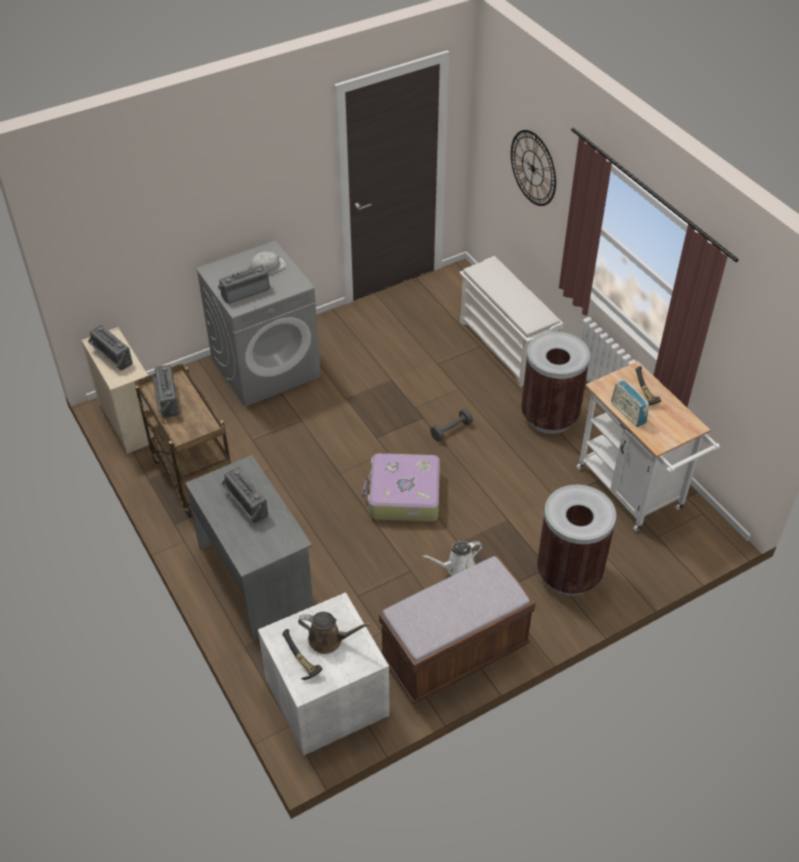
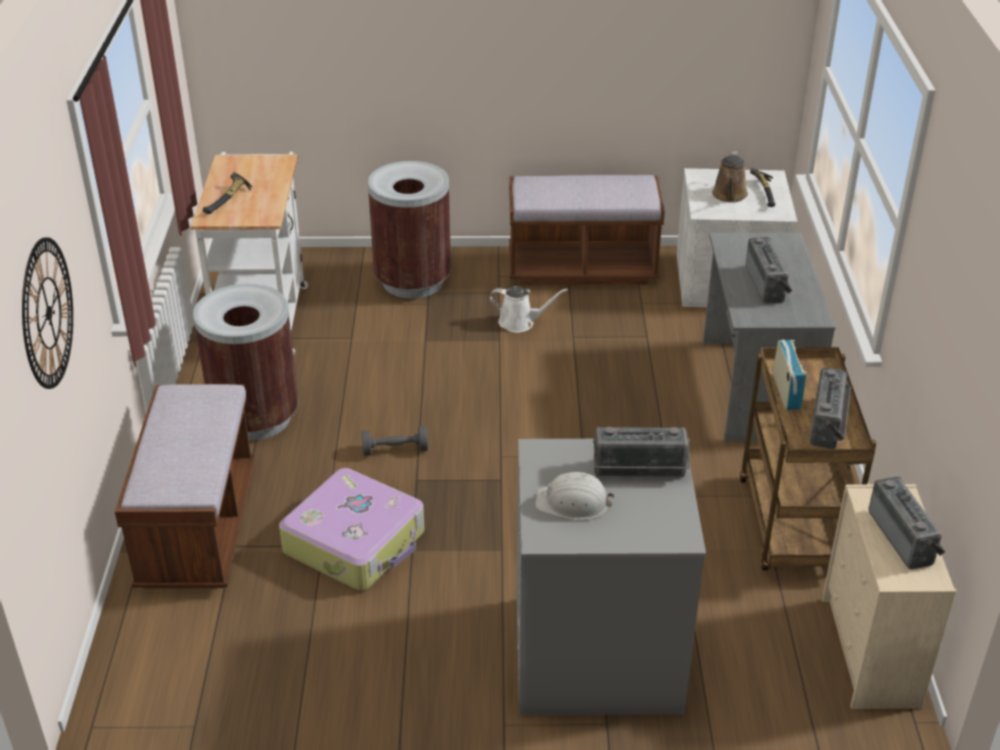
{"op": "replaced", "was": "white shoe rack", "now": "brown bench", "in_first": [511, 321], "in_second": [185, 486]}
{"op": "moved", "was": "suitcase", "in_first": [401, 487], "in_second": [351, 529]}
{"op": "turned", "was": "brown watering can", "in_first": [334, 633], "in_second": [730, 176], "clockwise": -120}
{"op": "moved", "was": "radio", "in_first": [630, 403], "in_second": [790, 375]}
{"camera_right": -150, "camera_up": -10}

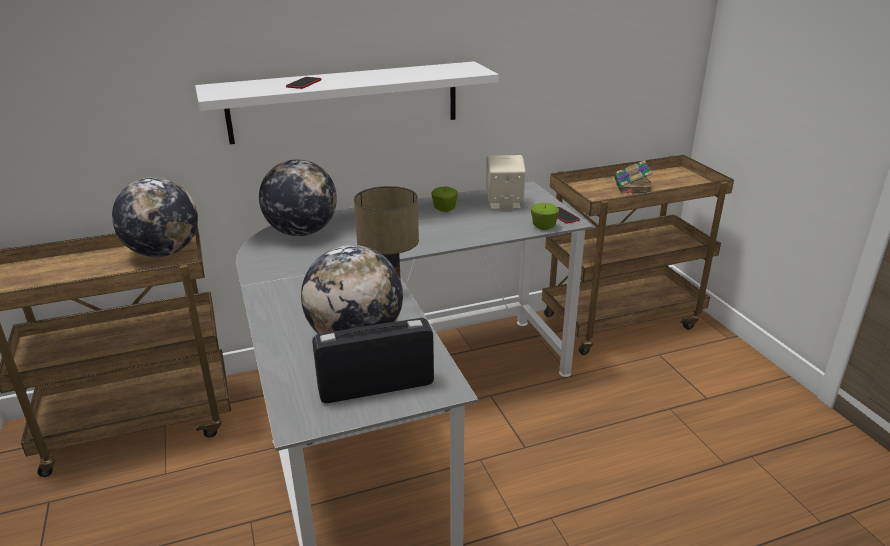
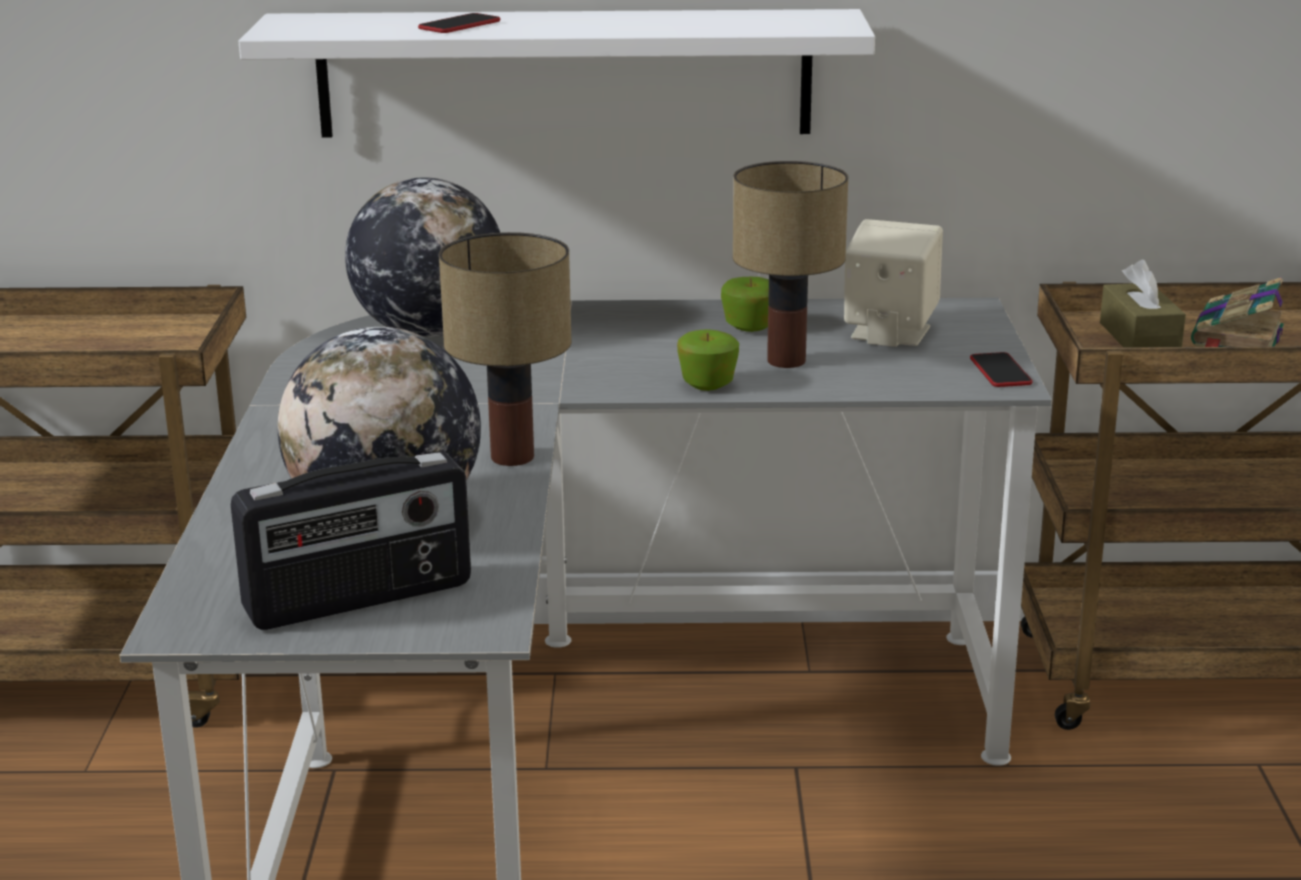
{"op": "turned", "was": "radio", "in_first": [373, 360], "in_second": [351, 540], "clockwise": 150}
{"op": "moved", "was": "apple", "in_first": [545, 216], "in_second": [708, 360]}
{"op": "added", "now": "table lamp", "in_second": [790, 264]}
{"op": "added", "now": "brown tissue box", "in_second": [1143, 304]}
{"op": "removed", "was": "globe", "in_first": [155, 217]}
{"camera_right": 20, "camera_up": -5}

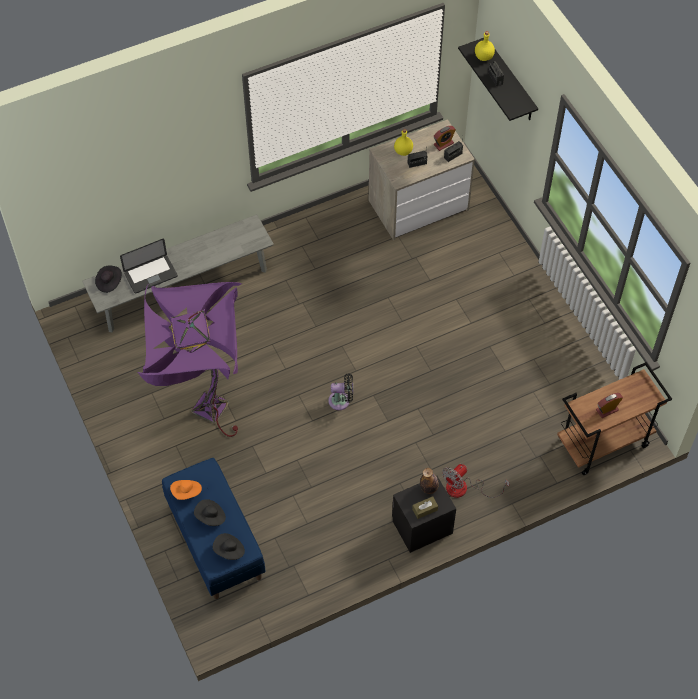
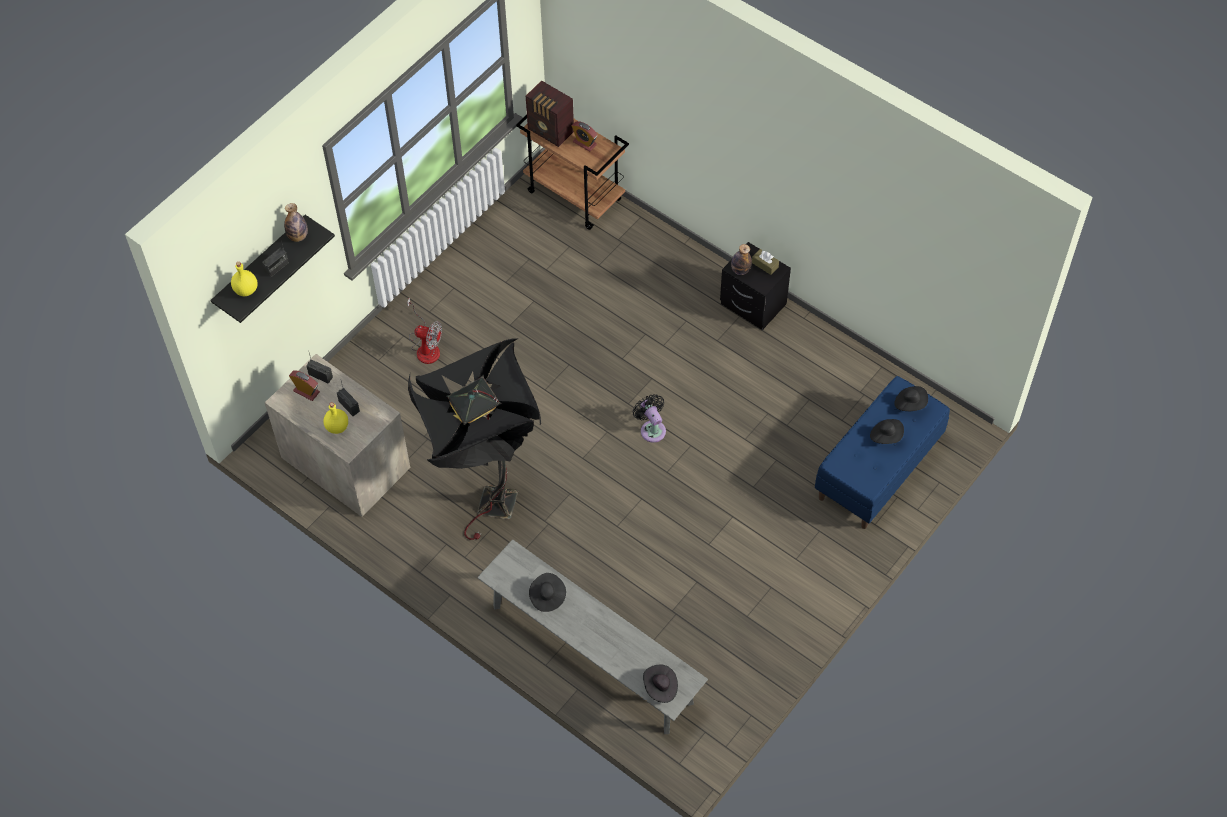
{"op": "added", "now": "bottle", "in_second": [296, 222]}
{"op": "moved", "was": "fan", "in_first": [476, 481], "in_second": [424, 330]}
{"op": "added", "now": "black floor lamp", "in_second": [474, 439]}
{"op": "added", "now": "radio", "in_second": [550, 113]}
{"op": "added", "now": "black hat", "in_second": [547, 592]}
{"op": "removed", "was": "laptop", "in_first": [149, 266]}
{"op": "removed", "was": "purple floor lamp", "in_first": [190, 359]}
{"op": "removed", "was": "orange hat", "in_first": [186, 490]}
{"camera_right": -115, "camera_up": 0}

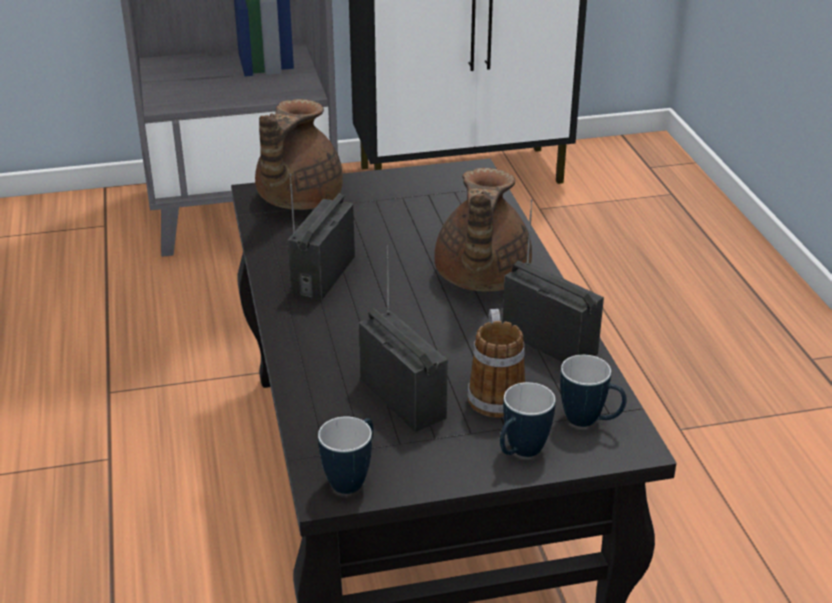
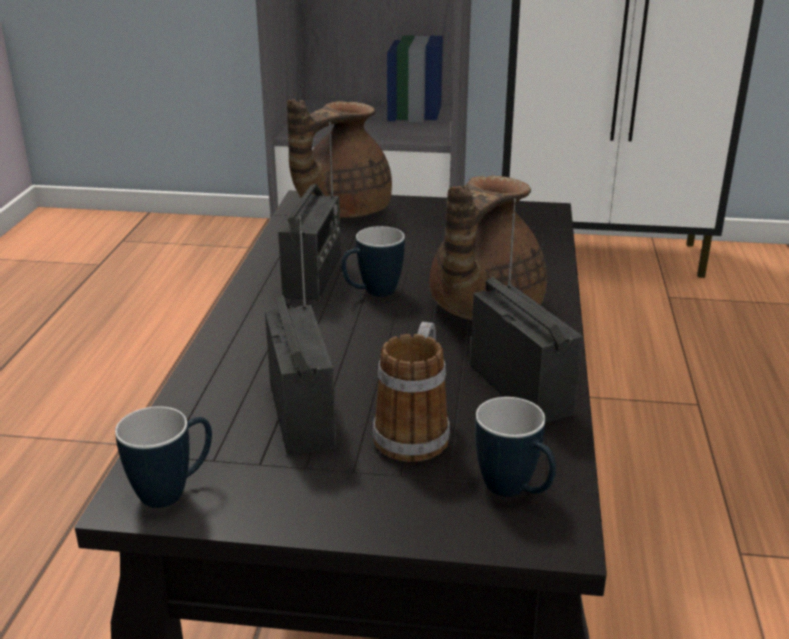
{"op": "turned", "was": "radio", "in_first": [321, 237], "in_second": [309, 211], "clockwise": 150}
{"op": "moved", "was": "mug", "in_first": [527, 419], "in_second": [373, 261]}
{"camera_right": 20, "camera_up": -5}

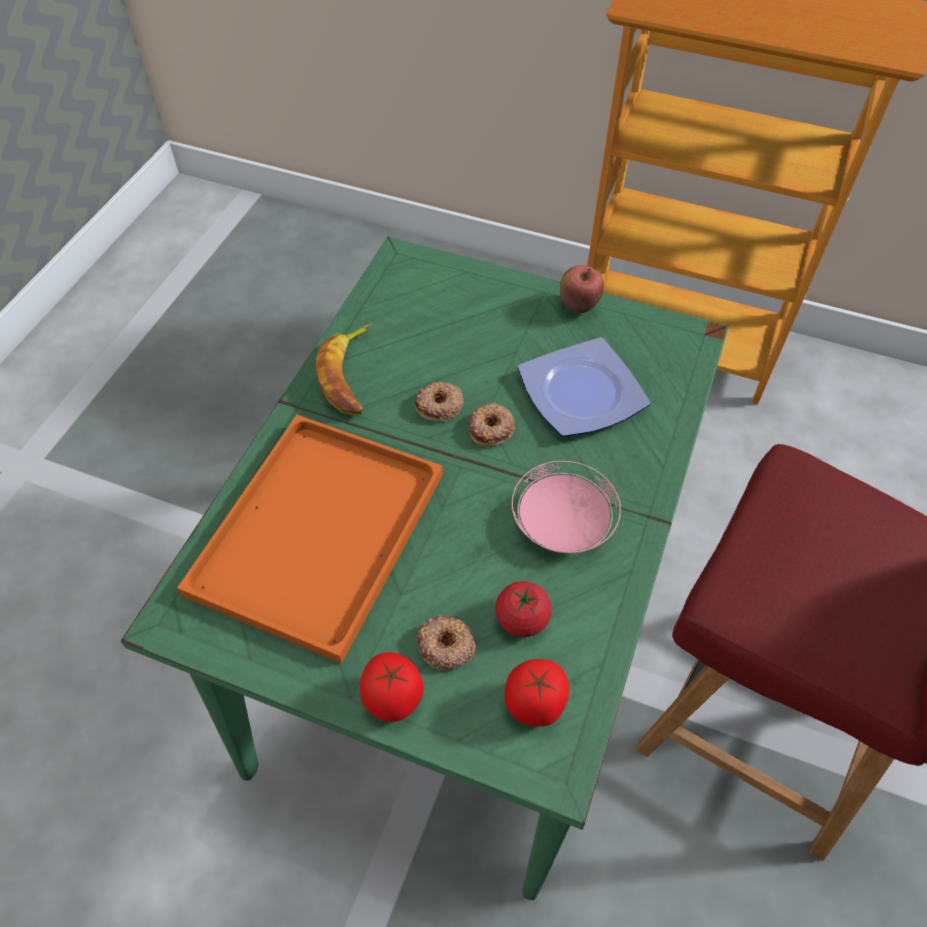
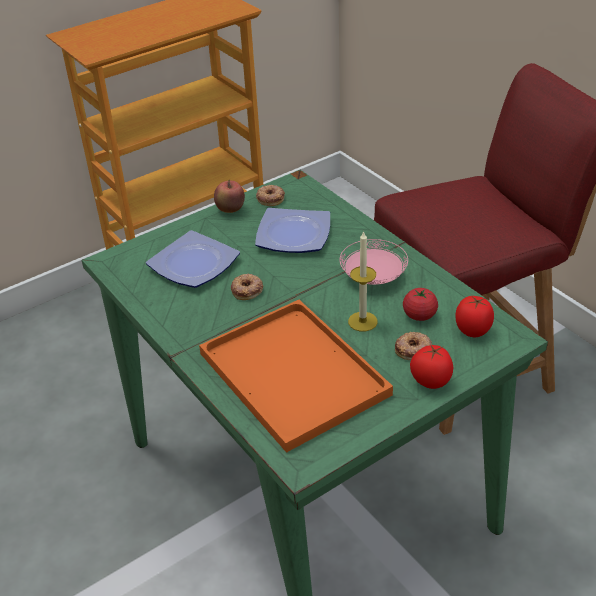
{"op": "added", "now": "plate", "in_second": [193, 259]}
{"op": "moved", "was": "donut", "in_first": [491, 425], "in_second": [270, 195]}
{"op": "added", "now": "candle", "in_second": [363, 281]}
{"op": "removed", "was": "banana", "in_first": [344, 369]}
{"camera_right": -55, "camera_up": -15}

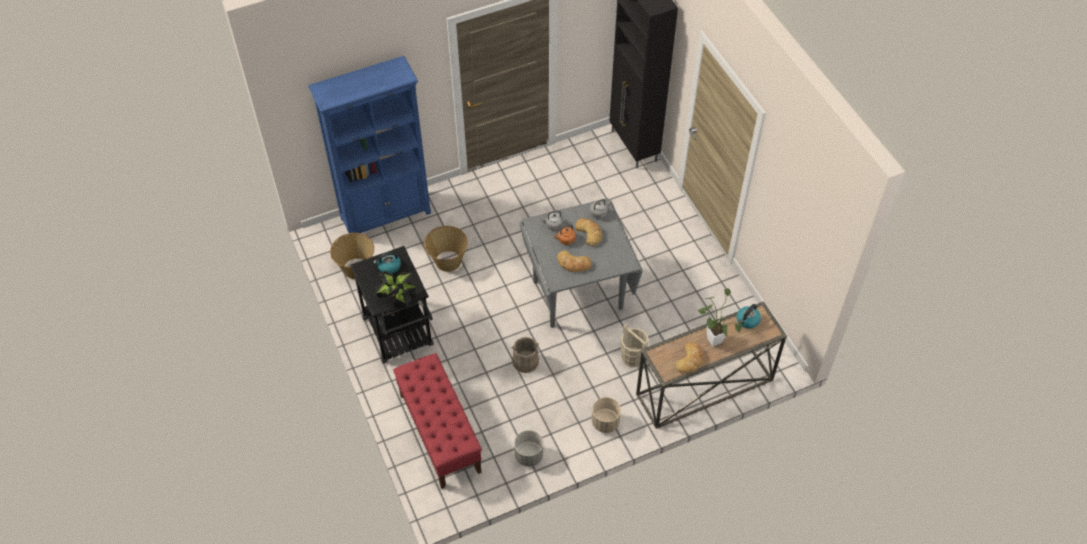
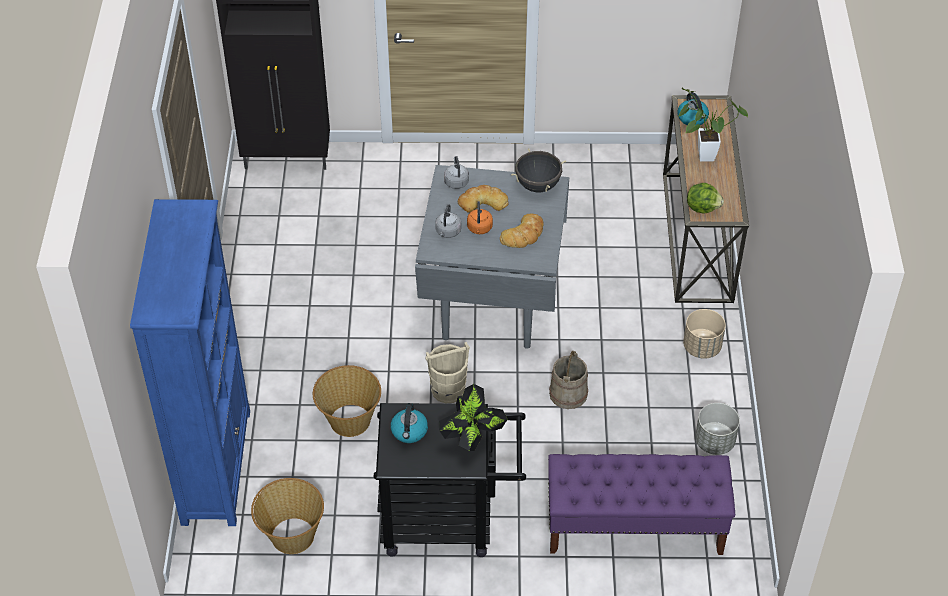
{"op": "moved", "was": "beige bucket", "in_first": [635, 345], "in_second": [447, 372]}
{"op": "added", "now": "black cooking pot", "in_second": [538, 170]}
{"op": "recoloured", "was": "red bench", "now": "purple bench", "in_first": [437, 421], "in_second": [641, 504]}
{"op": "added", "now": "lettuce", "in_second": [705, 198]}
{"op": "removed", "was": "bread", "in_first": [689, 357]}
{"camera_right": -65, "camera_up": -5}

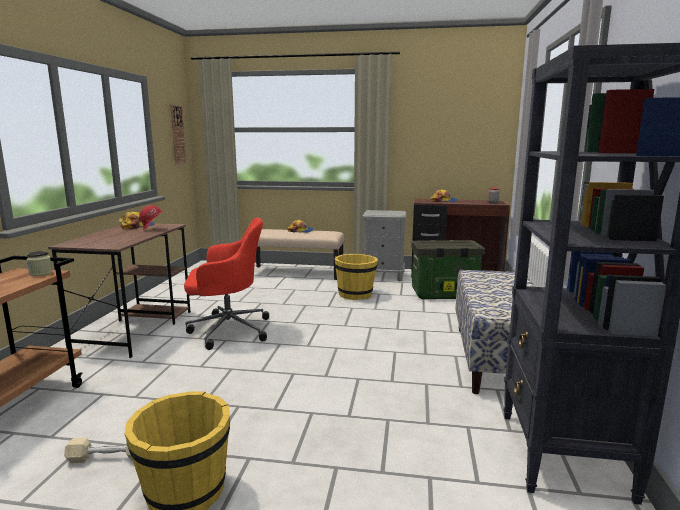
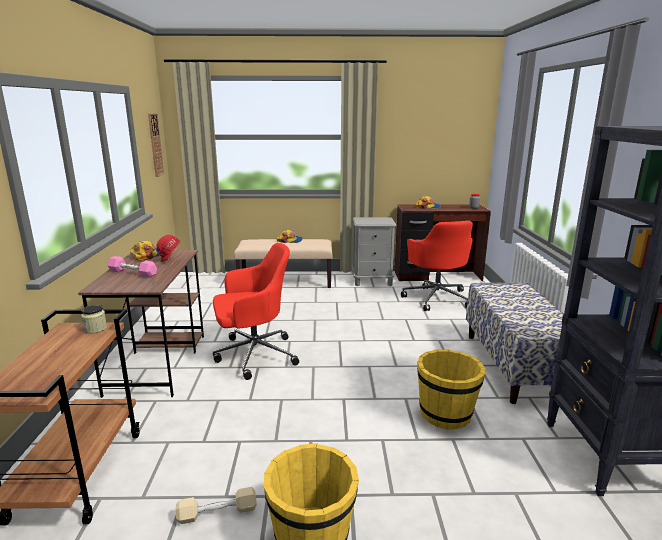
{"op": "added", "now": "pink dumbbell", "in_second": [132, 266]}
{"op": "replaced", "was": "storage box", "now": "red office chair", "in_first": [448, 269], "in_second": [437, 266]}
{"op": "moved", "was": "yellow bucket", "in_first": [356, 277], "in_second": [451, 389]}
{"camera_right": -10, "camera_up": 5}

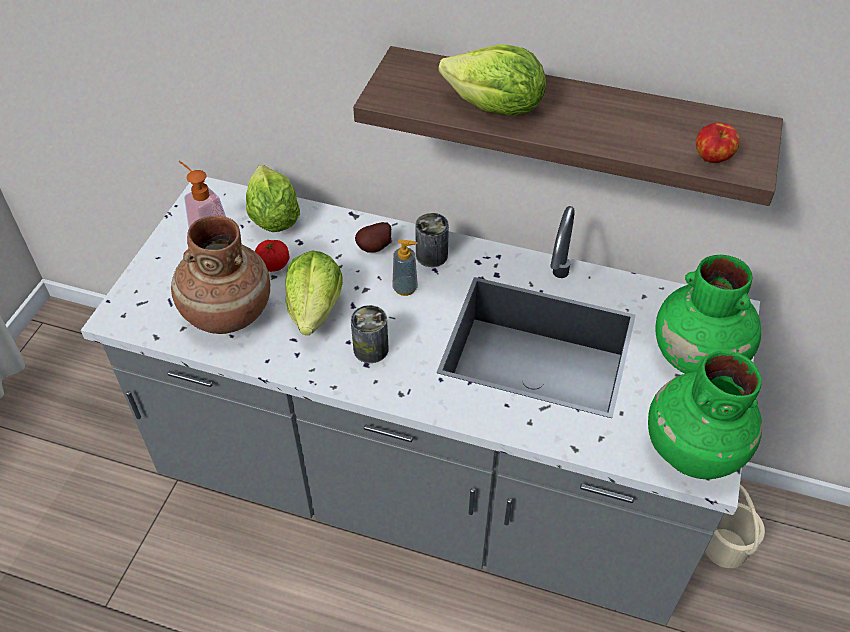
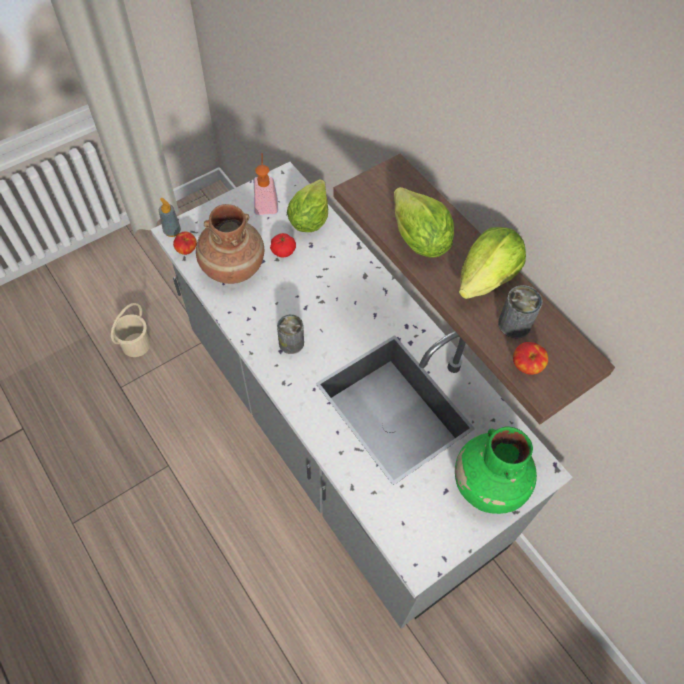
{"op": "moved", "was": "beige bucket", "in_first": [735, 526], "in_second": [131, 330]}
{"op": "moved", "was": "soap dispenser", "in_first": [405, 267], "in_second": [170, 217]}
{"op": "added", "now": "apple", "in_second": [185, 243]}
{"op": "moved", "was": "lettuce", "in_first": [314, 292], "in_second": [492, 263]}
{"op": "moved", "was": "can", "in_first": [432, 240], "in_second": [520, 311]}
{"op": "removed", "was": "potato", "in_first": [373, 237]}
{"op": "removed", "was": "green vase", "in_first": [705, 415]}
{"camera_right": 35, "camera_up": 10}

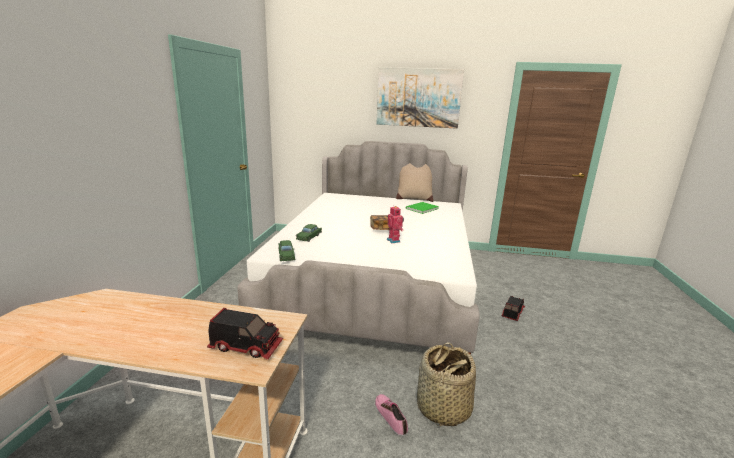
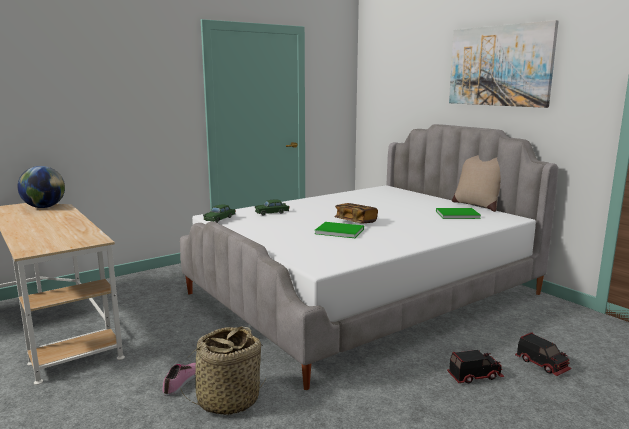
{"op": "added", "now": "globe", "in_second": [41, 187]}
{"op": "replaced", "was": "toy robot", "now": "green book", "in_first": [395, 224], "in_second": [339, 230]}
{"op": "moved", "was": "toy truck", "in_first": [245, 333], "in_second": [543, 354]}
{"camera_right": 45, "camera_up": -5}

